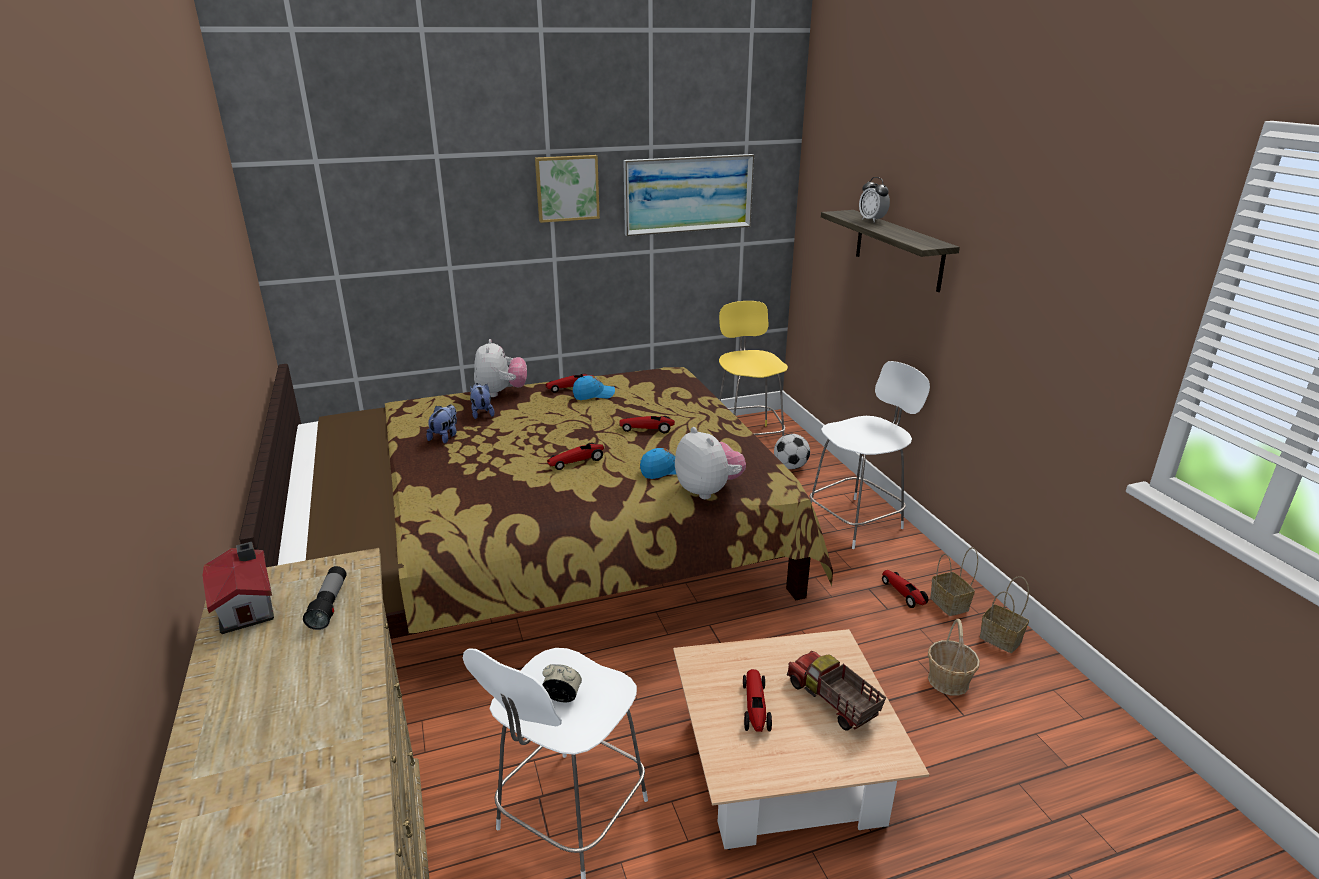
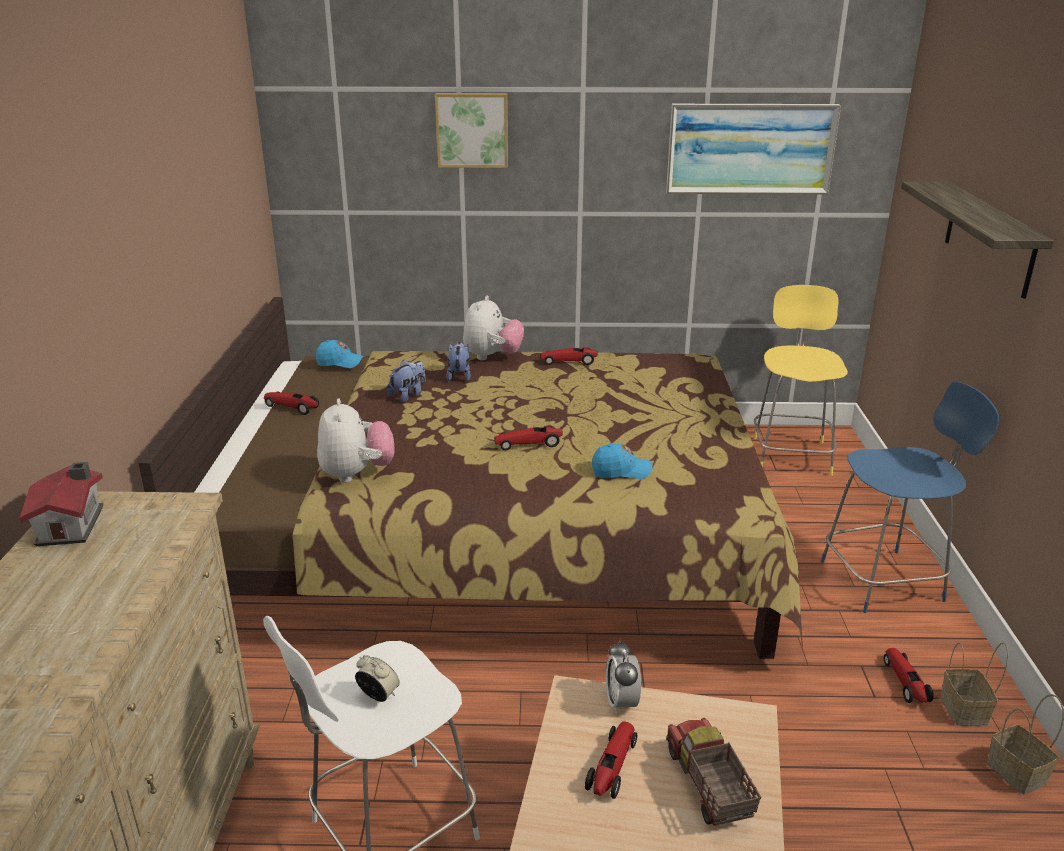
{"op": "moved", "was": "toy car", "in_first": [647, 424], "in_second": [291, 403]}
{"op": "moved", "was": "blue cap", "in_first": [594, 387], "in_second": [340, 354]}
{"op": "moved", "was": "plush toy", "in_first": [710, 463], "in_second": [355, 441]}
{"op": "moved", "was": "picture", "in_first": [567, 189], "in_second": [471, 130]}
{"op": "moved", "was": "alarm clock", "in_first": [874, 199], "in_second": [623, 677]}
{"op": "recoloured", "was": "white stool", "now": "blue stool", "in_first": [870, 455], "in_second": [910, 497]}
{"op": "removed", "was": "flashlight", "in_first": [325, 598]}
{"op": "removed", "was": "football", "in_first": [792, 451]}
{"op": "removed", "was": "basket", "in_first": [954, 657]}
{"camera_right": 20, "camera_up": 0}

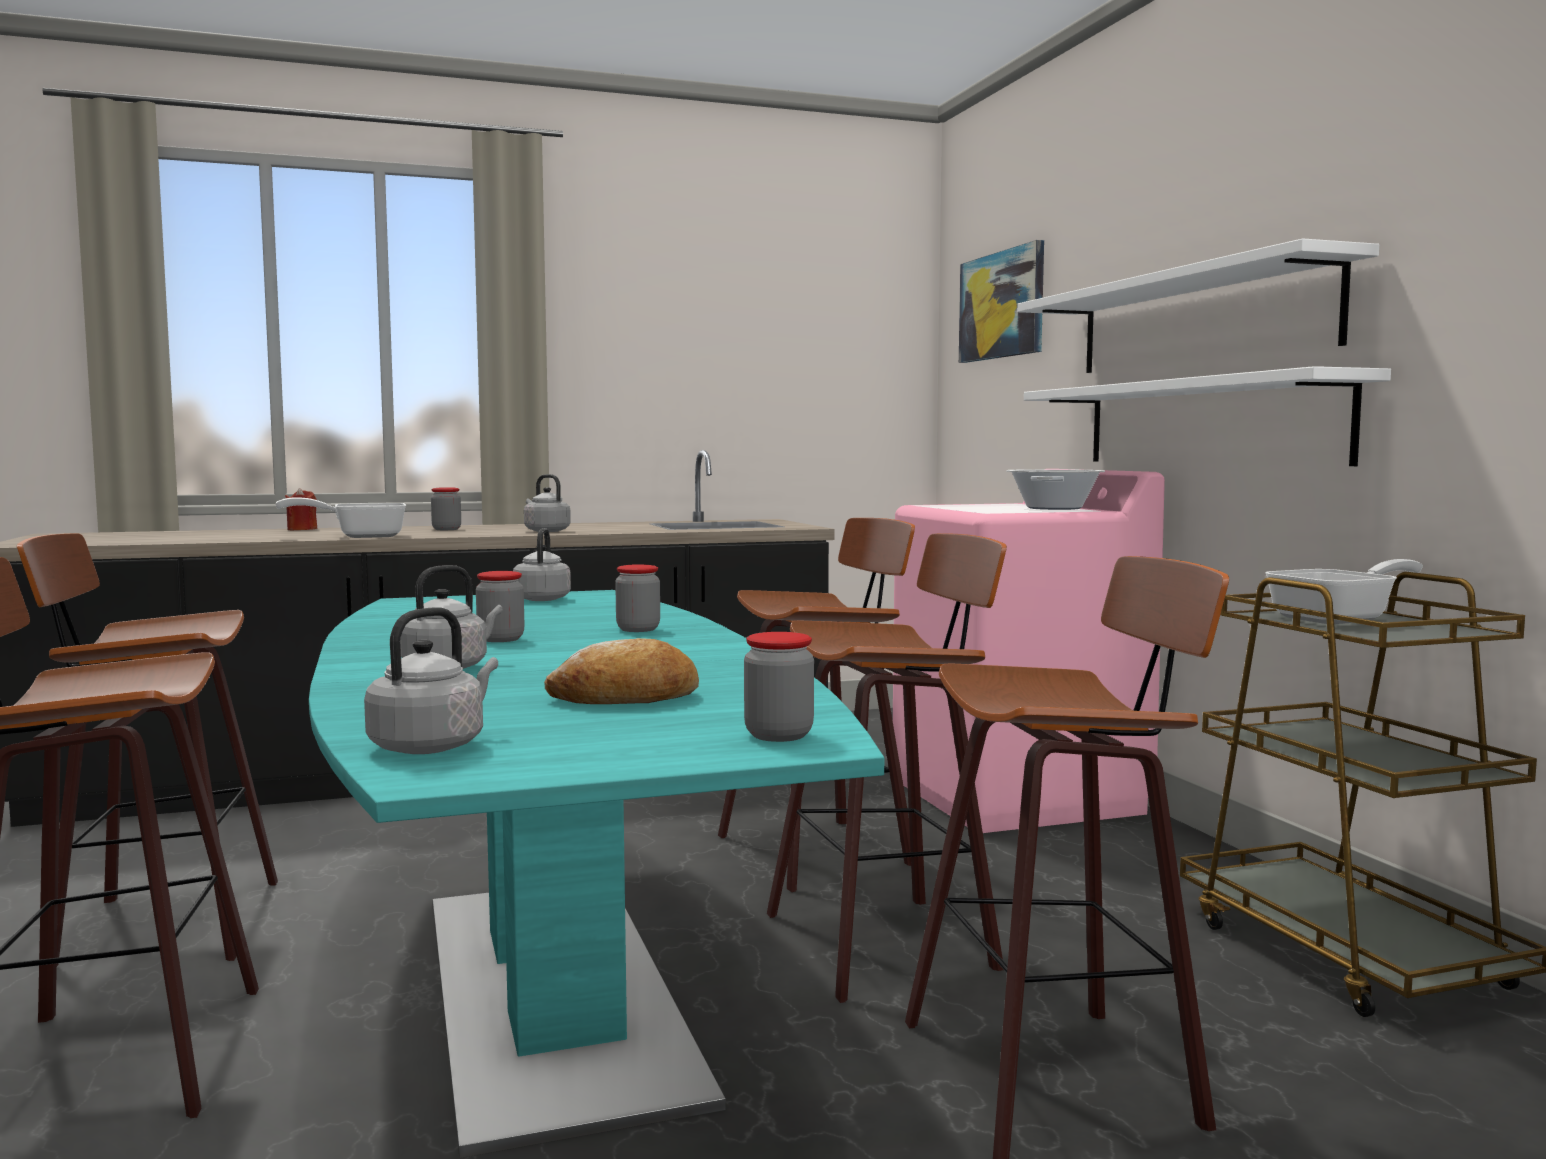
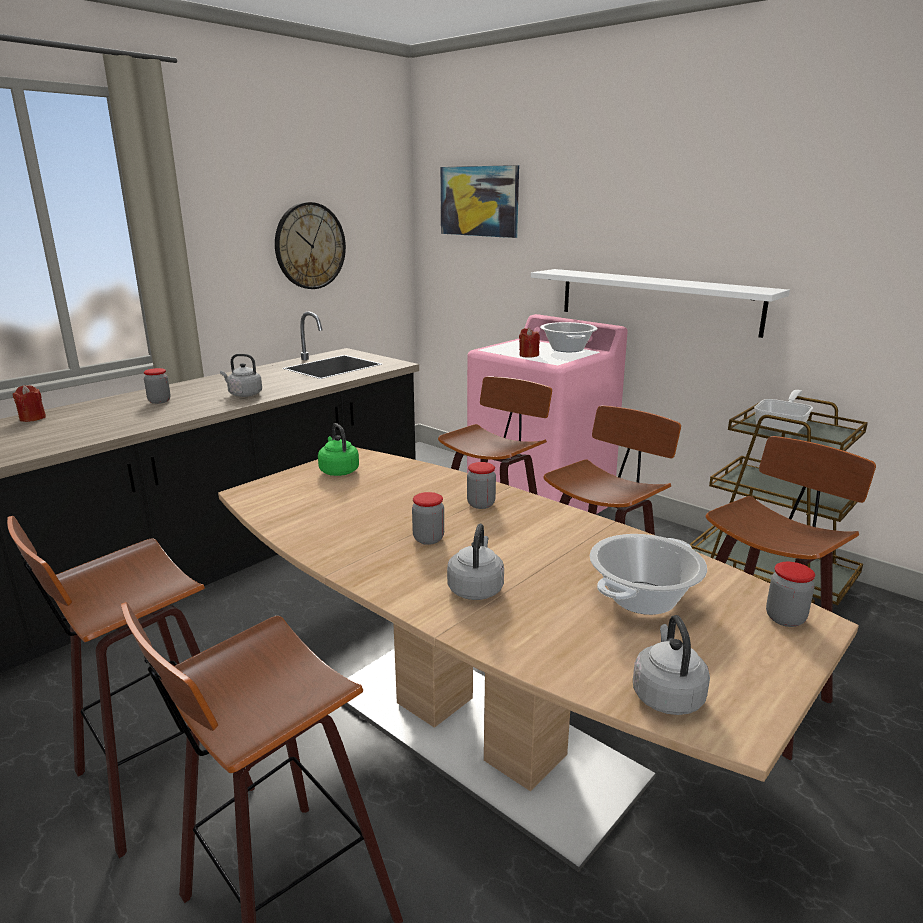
{"op": "recoloured", "was": "turquoise dining table", "now": "brown dining table", "in_first": [596, 874], "in_second": [538, 659]}
{"op": "added", "now": "wall clock", "in_second": [310, 245]}
{"op": "recoloured", "was": "grey kettle", "now": "green kettle", "in_first": [542, 564], "in_second": [338, 449]}
{"op": "added", "now": "red candle", "in_second": [529, 343]}
{"op": "replaced", "was": "bread", "now": "cooking pot", "in_first": [621, 671], "in_second": [648, 574]}
{"op": "removed", "was": "frying pan", "in_first": [341, 518]}
{"op": "removed", "was": "white shelf", "in_first": [1198, 305]}
{"camera_right": -30, "camera_up": 15}

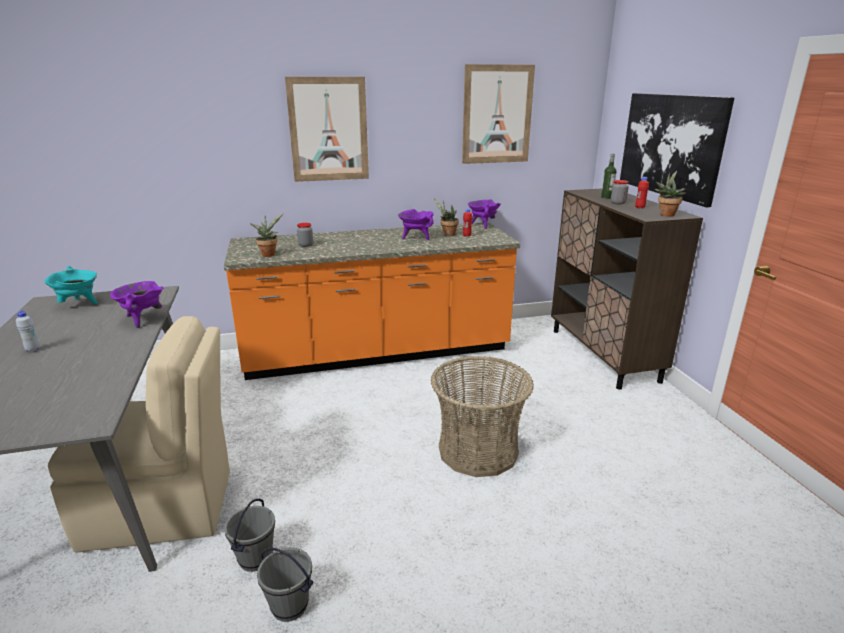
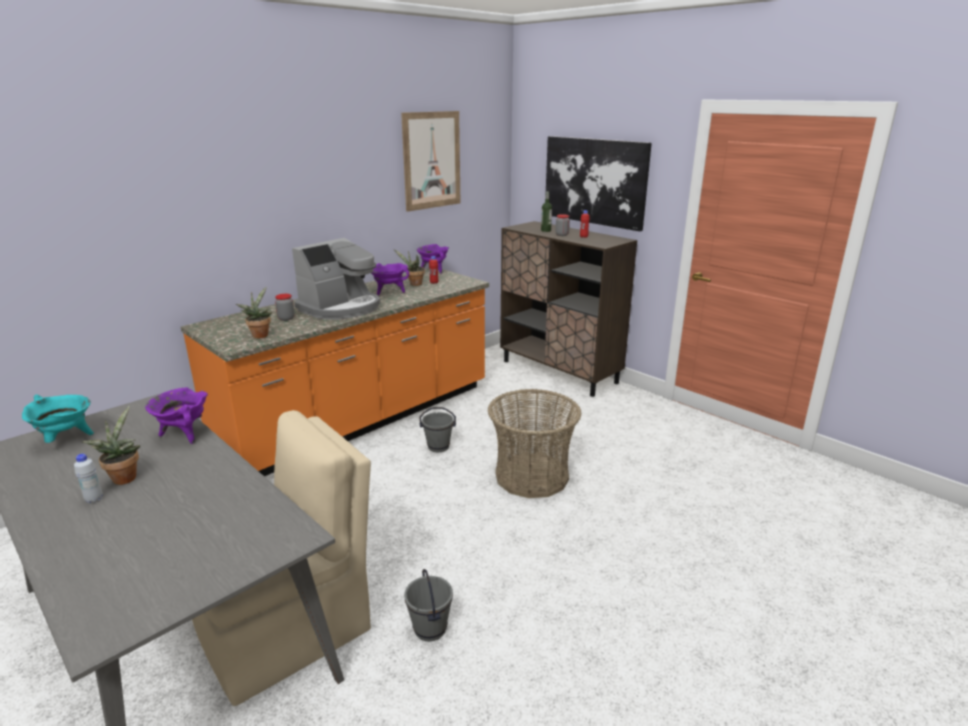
{"op": "moved", "was": "potted plant", "in_first": [670, 194], "in_second": [111, 445]}
{"op": "added", "now": "coffee machine", "in_second": [336, 279]}
{"op": "moved", "was": "grey bucket", "in_first": [285, 585], "in_second": [438, 429]}
{"op": "removed", "was": "picture", "in_first": [327, 129]}
{"camera_right": -30, "camera_up": 0}

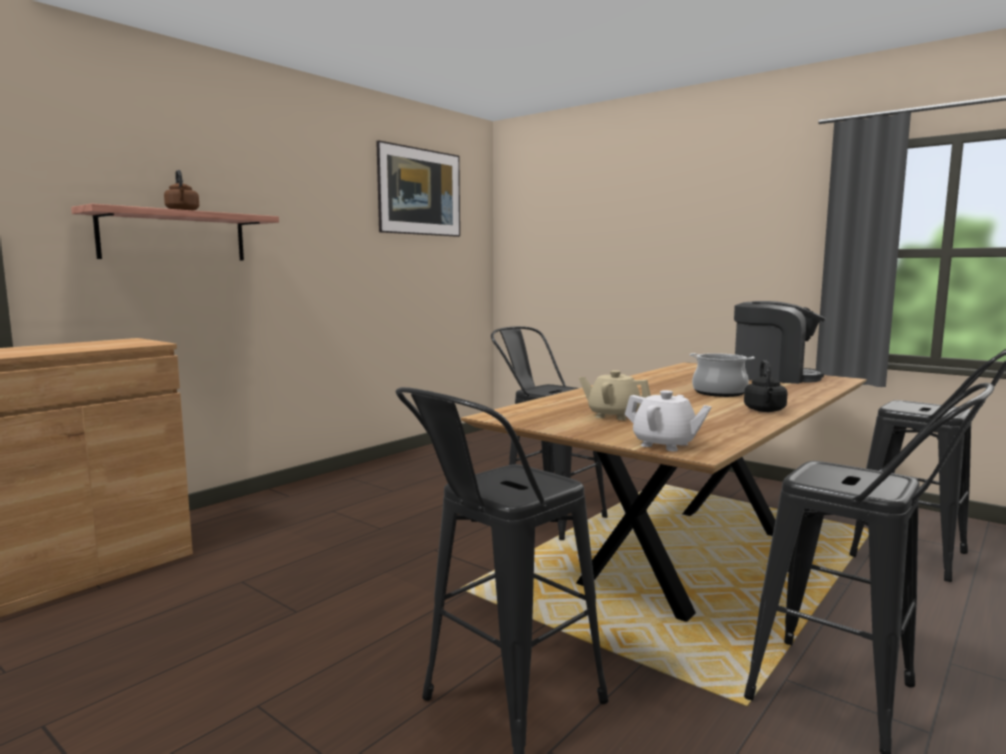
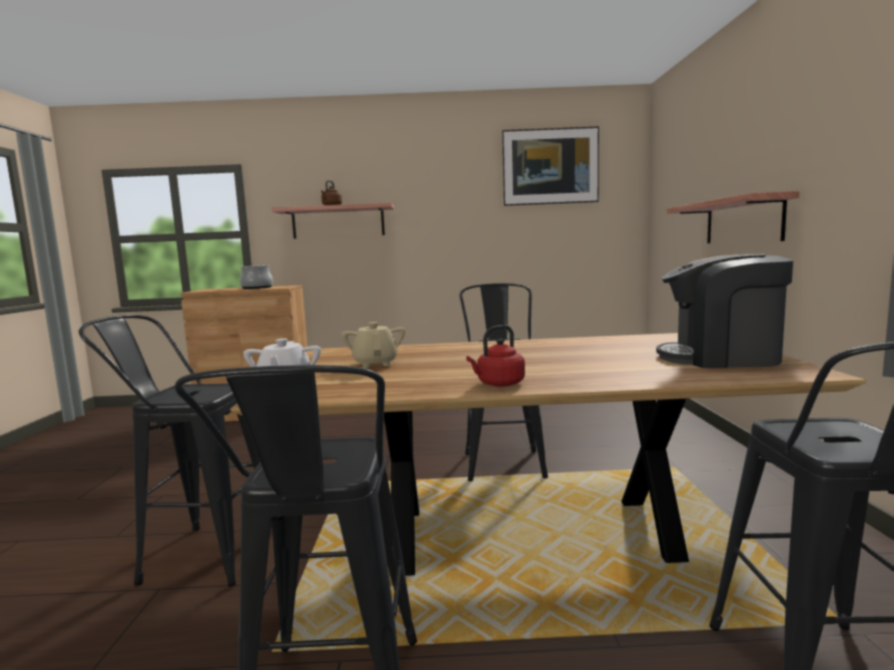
{"op": "moved", "was": "cooking pot", "in_first": [722, 375], "in_second": [256, 277]}
{"op": "recoloured", "was": "black kettle", "now": "red kettle", "in_first": [766, 386], "in_second": [495, 356]}
{"op": "turned", "was": "coffee machine", "in_first": [779, 342], "in_second": [724, 311], "clockwise": 120}
{"op": "added", "now": "shelf", "in_second": [733, 217]}
{"camera_right": 50, "camera_up": 0}

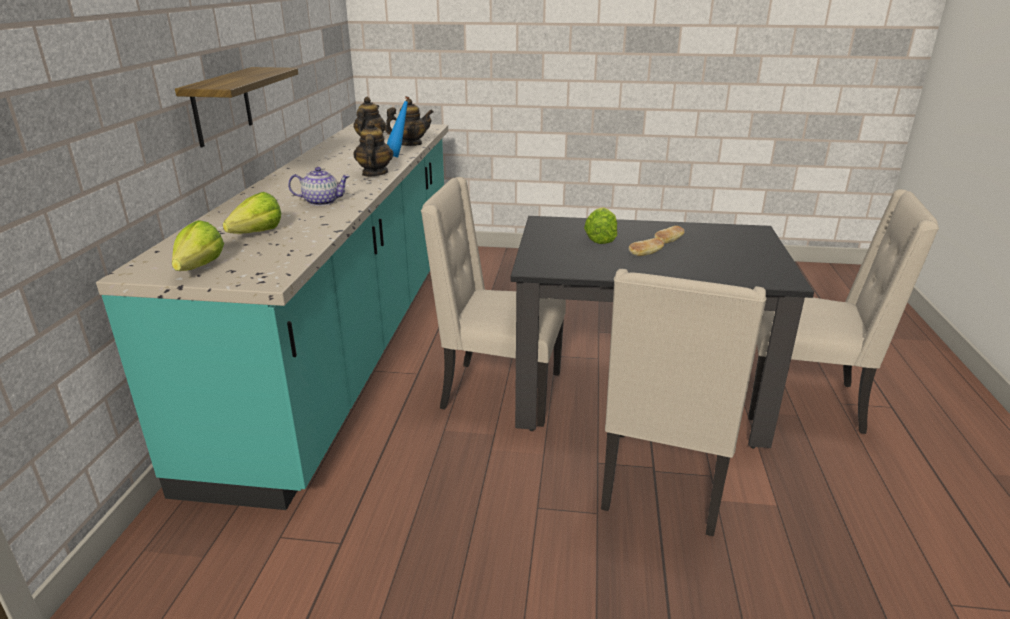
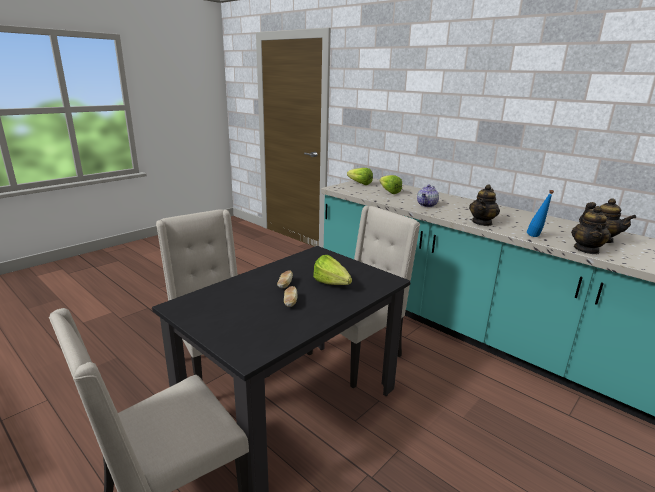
{"op": "turned", "was": "teapot", "in_first": [373, 148], "in_second": [484, 205], "clockwise": 90}
{"op": "removed", "was": "shelf", "in_first": [236, 107]}
{"camera_right": 125, "camera_up": -5}

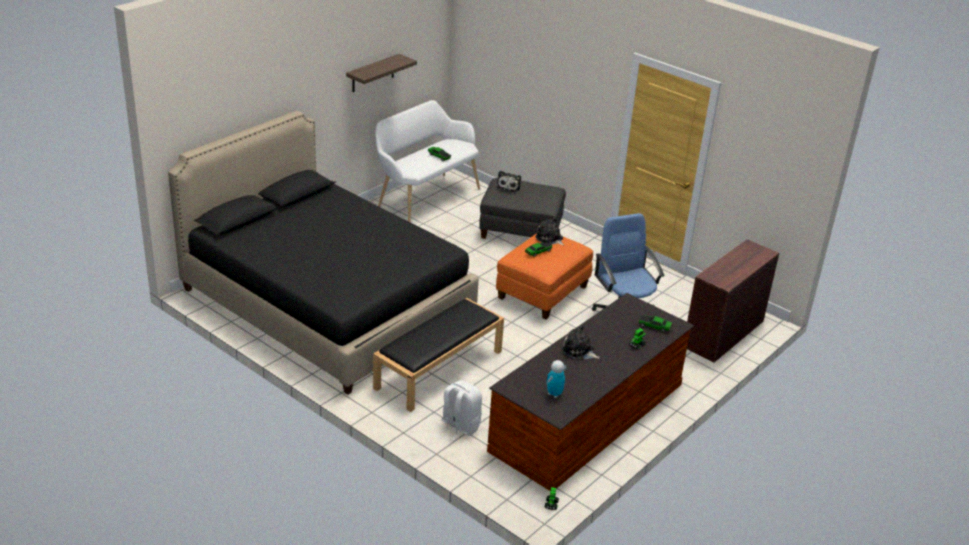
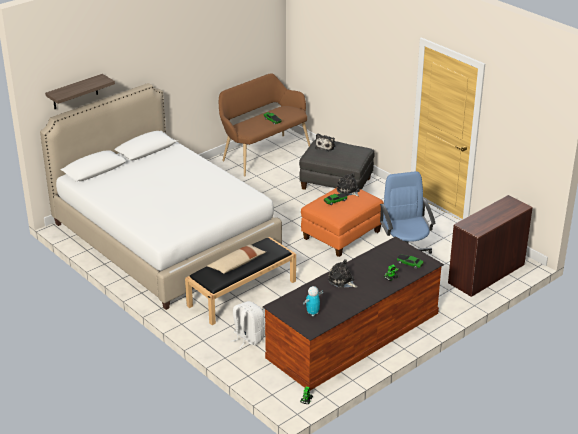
{"op": "recoloured", "was": "black bed", "now": "white bed", "in_first": [323, 253], "in_second": [161, 196]}
{"op": "moved", "was": "shelf", "in_first": [381, 73], "in_second": [80, 91]}
{"op": "added", "now": "beige pillow", "in_second": [236, 259]}
{"op": "recoloured", "was": "white bench", "now": "brown bench", "in_first": [427, 161], "in_second": [264, 125]}
{"camera_right": 10, "camera_up": 0}

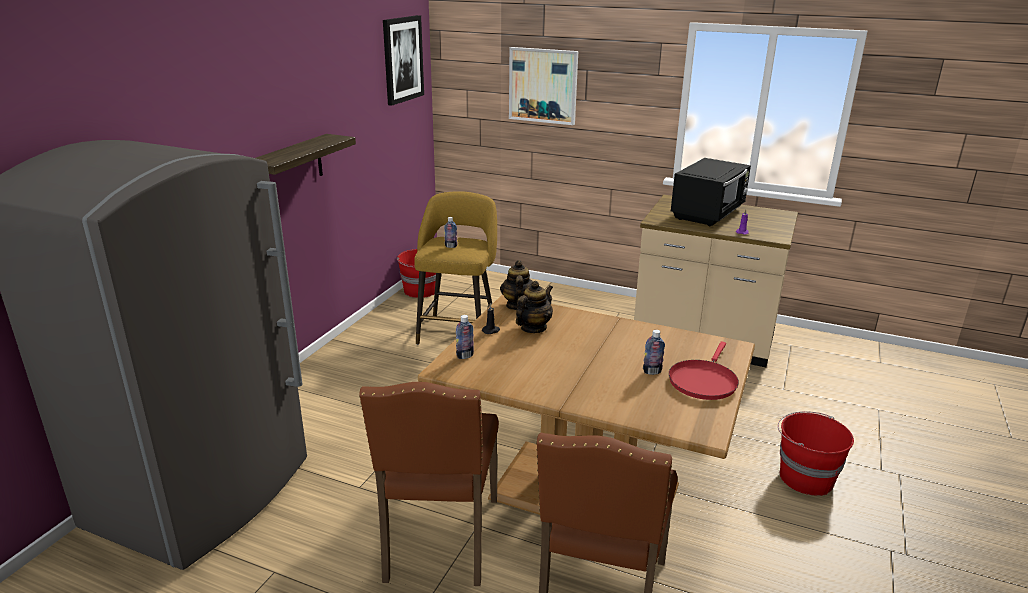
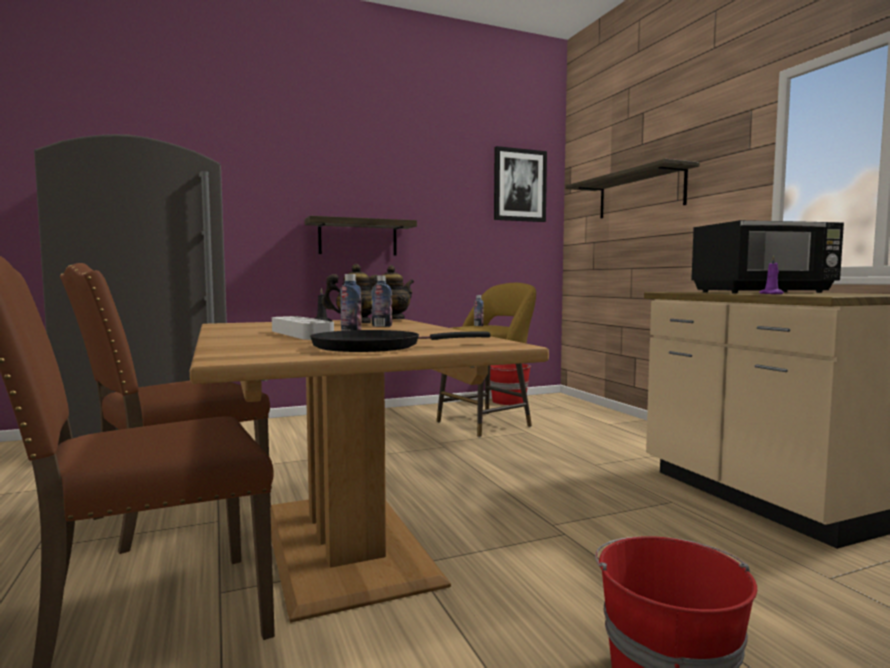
{"op": "added", "now": "grey tray", "in_second": [303, 328]}
{"op": "recoloured", "was": "red frying pan", "now": "black frying pan", "in_first": [704, 370], "in_second": [400, 341]}
{"op": "moved", "was": "bottle", "in_first": [465, 337], "in_second": [381, 301]}
{"op": "replaced", "was": "picture", "now": "shelf", "in_first": [543, 86], "in_second": [632, 189]}
{"camera_right": 45, "camera_up": -20}

